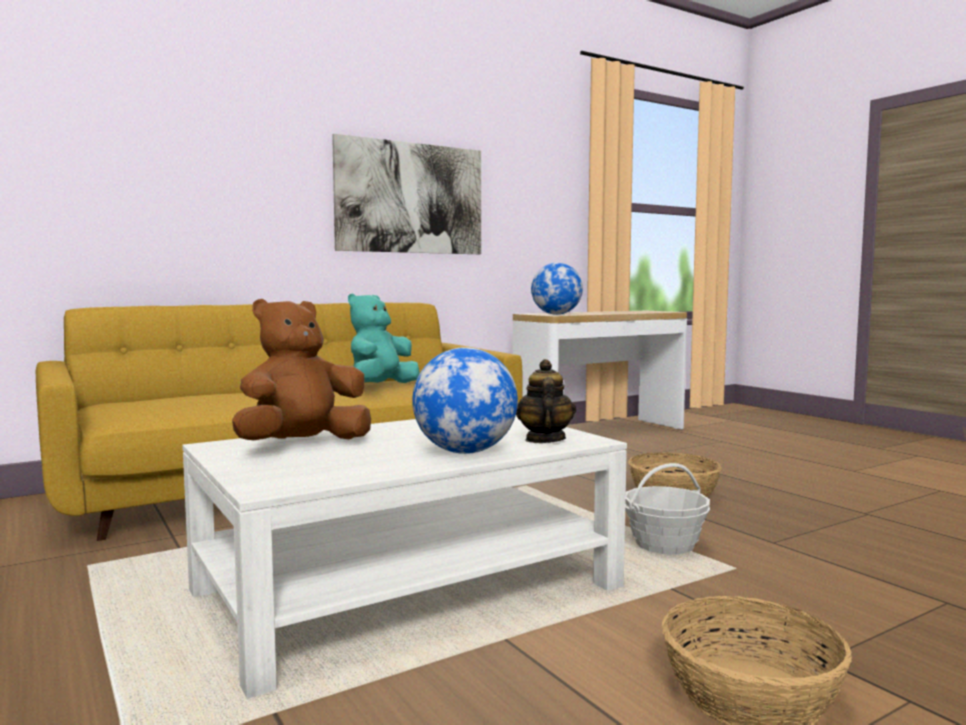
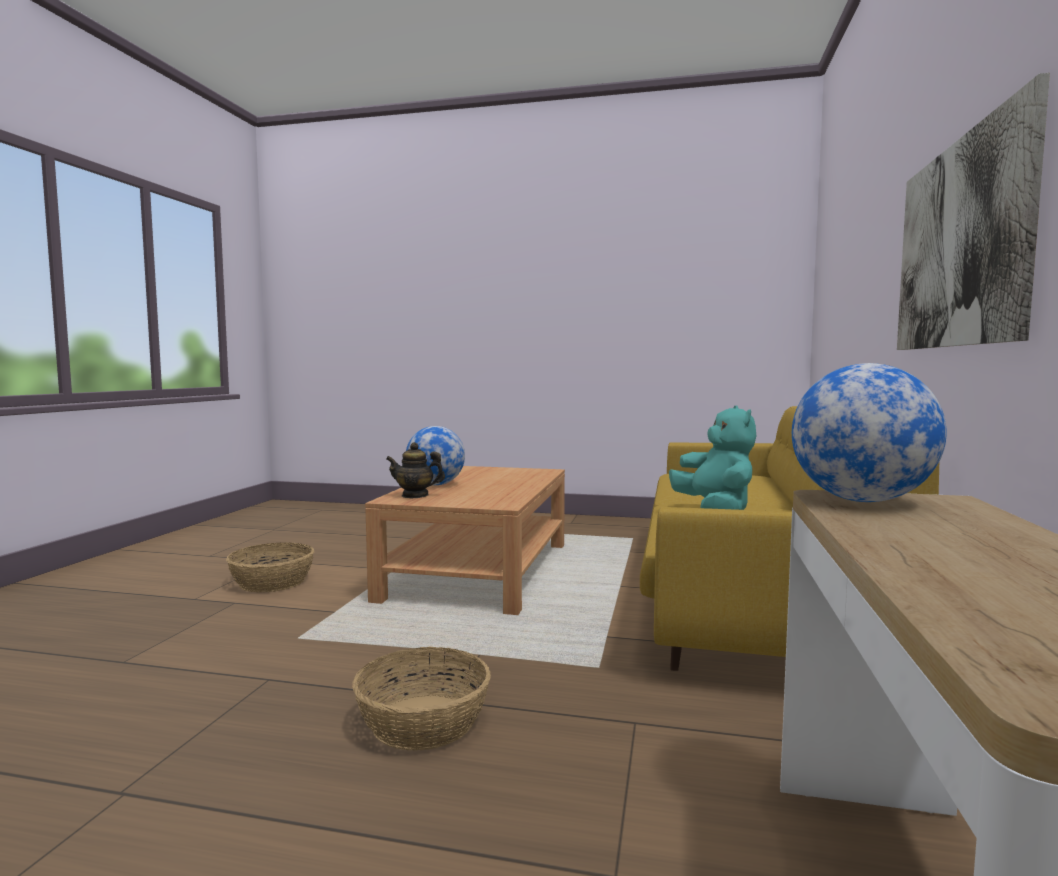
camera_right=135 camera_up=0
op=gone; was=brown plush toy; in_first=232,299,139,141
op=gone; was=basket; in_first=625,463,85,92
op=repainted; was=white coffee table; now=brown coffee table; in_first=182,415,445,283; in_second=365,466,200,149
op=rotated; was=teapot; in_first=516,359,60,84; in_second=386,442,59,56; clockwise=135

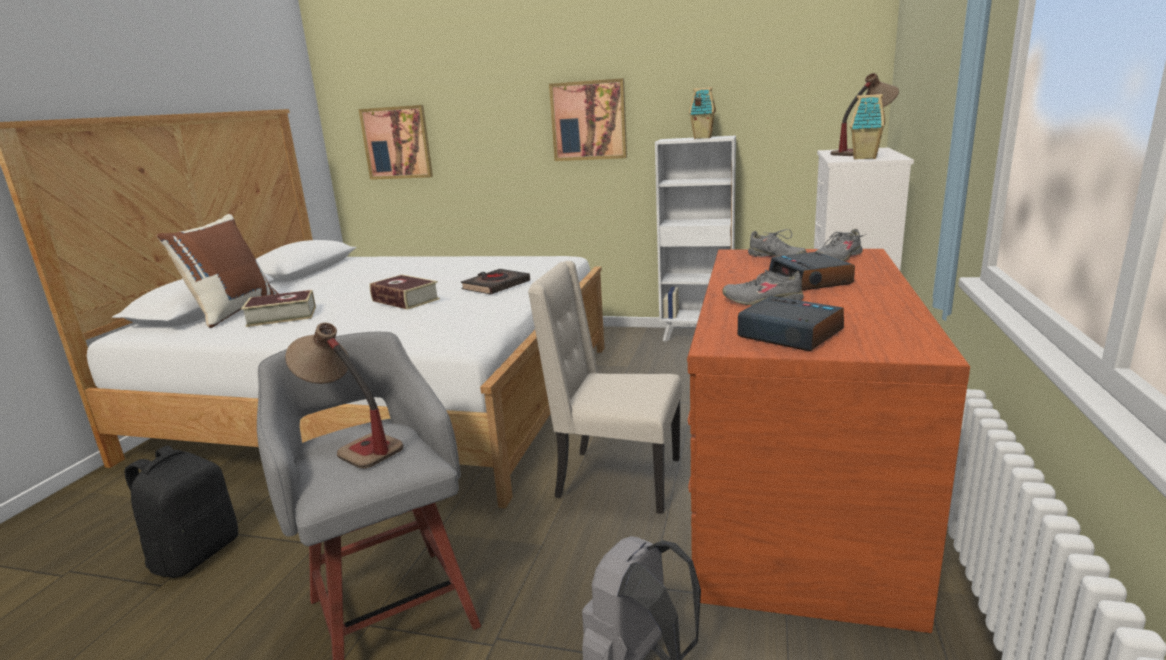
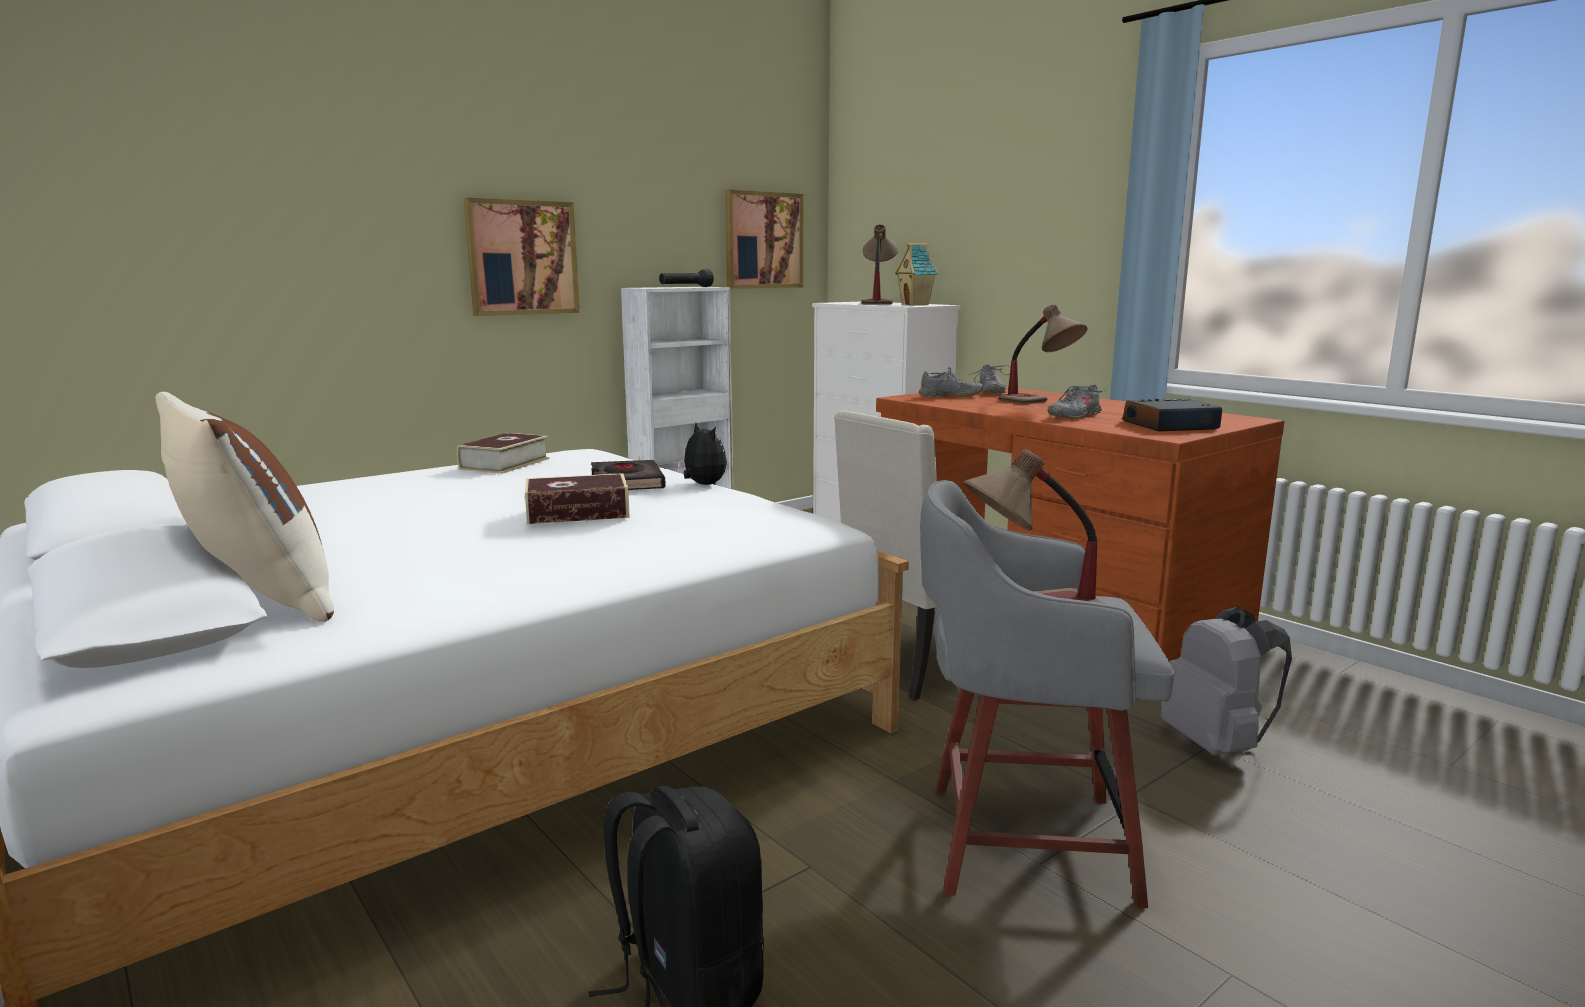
camera_right=-55 camera_up=-5
op=new; now=plush toy; in_second=678,423,49,62
op=shifted; was=book; in_first=241,290,75,37; in_second=457,433,92,41
op=shifted; was=picture; in_first=359,105,74,75; in_second=725,189,78,100
op=swapped; was=toy house; now=black flashlight; in_first=689,87,27,52; in_second=659,270,55,17
op=swapped; was=alarm clock; now=table lamp; in_first=769,252,86,39; in_second=999,304,89,100

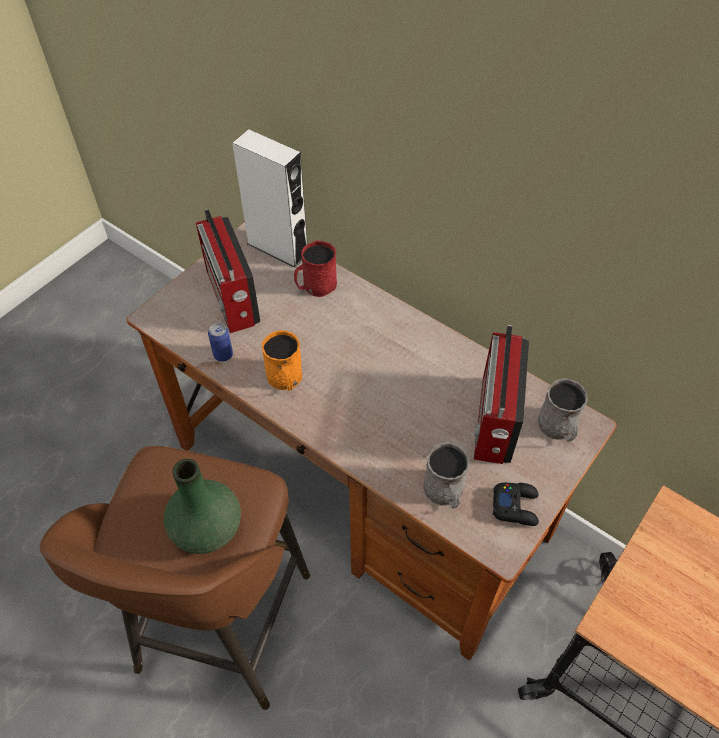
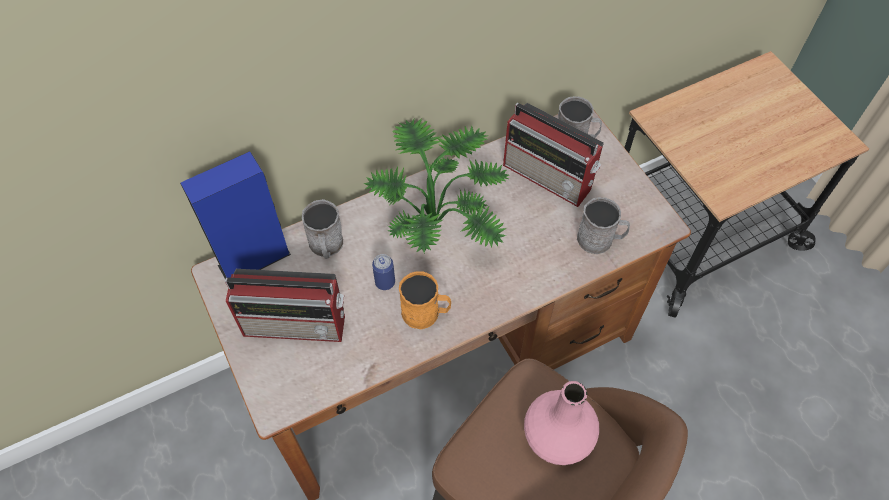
camera_right=-65 camera_up=5
op=gone; was=black game controller; in_first=493,483,46,43
op=new; now=potted plant; in_second=364,118,145,135
op=shifted; was=can; in_first=208,323,25,39; in_second=372,254,23,36
op=repainted; was=green vase; now=pink vase; in_first=164,459,77,95; in_second=524,381,75,84
op=repainted; was=white speaker; now=blue speaker; in_first=232,129,75,139; in_second=180,151,111,129
op=repainted; was=red mug; now=grey mug; in_first=294,240,43,57; in_second=302,199,41,60

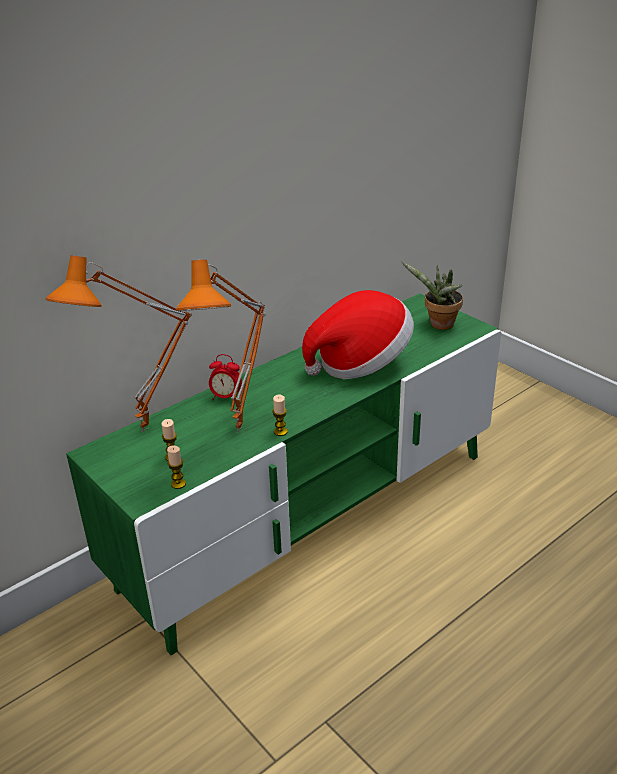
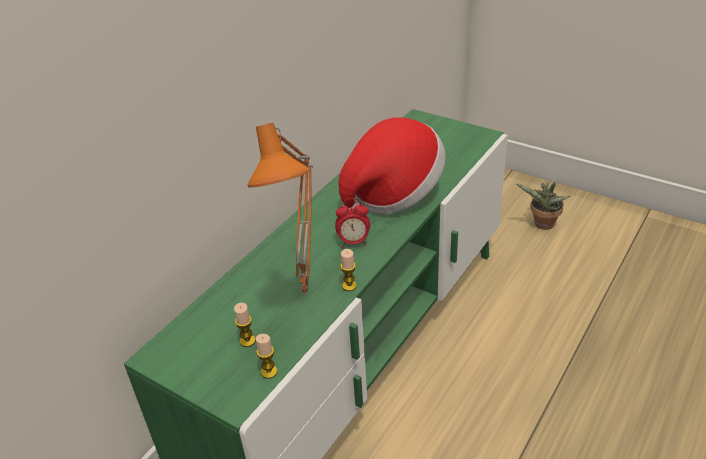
camera_right=-15 camera_up=5
op=gone; was=orange table lamp; in_first=46,255,146,177
op=shifted; was=alarm clock; in_first=209,354,33,46; in_second=335,198,35,50
op=shifted; was=potted plant; in_first=402,262,61,68; in_second=516,182,55,48

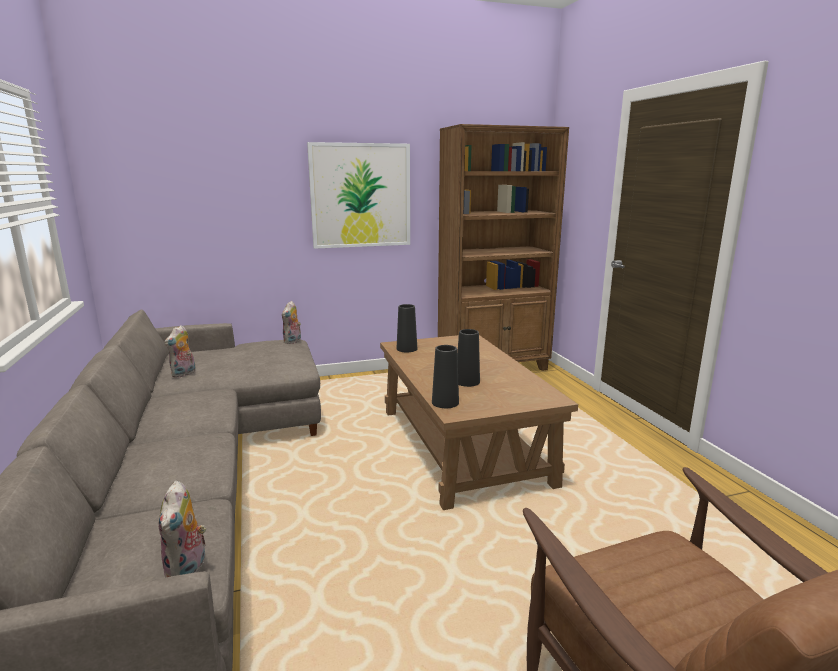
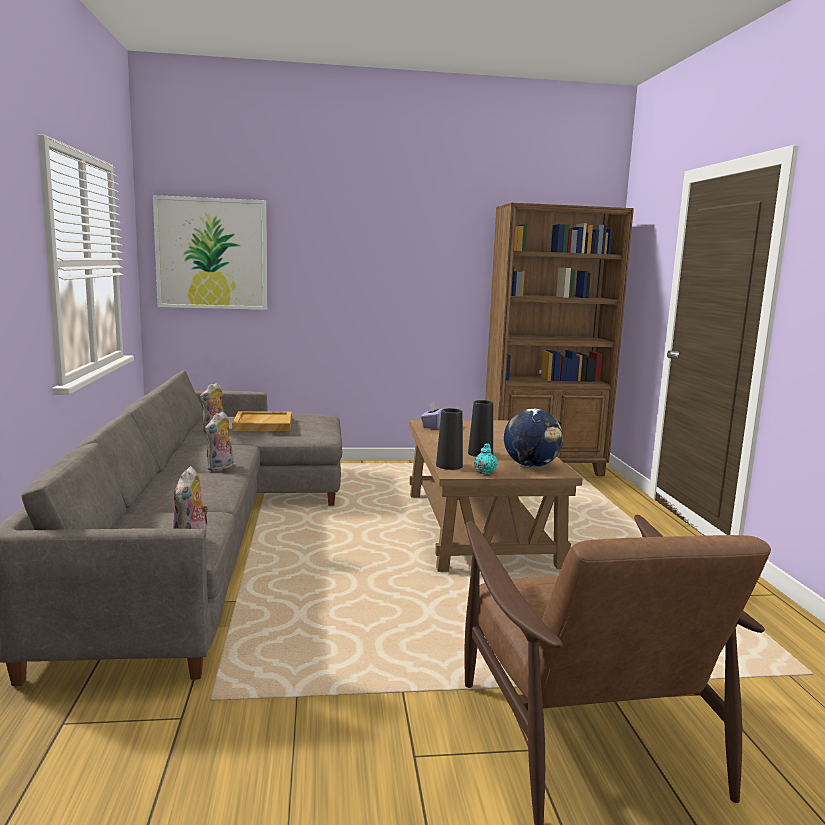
camera_right=10 camera_up=-5
op=new; now=beige tray; in_second=232,411,60,20
op=new; now=turquoise teapot; in_second=474,443,24,32
op=new; now=globe; in_second=504,409,59,58
op=shifted; was=plush toy; in_first=282,301,19,43; in_second=205,411,28,60
op=shifted; was=picture; in_first=307,142,103,107; in_second=153,195,114,115
op=swapped; was=black vase; now=purple tissue box; in_first=397,304,20,48; in_second=421,402,25,27

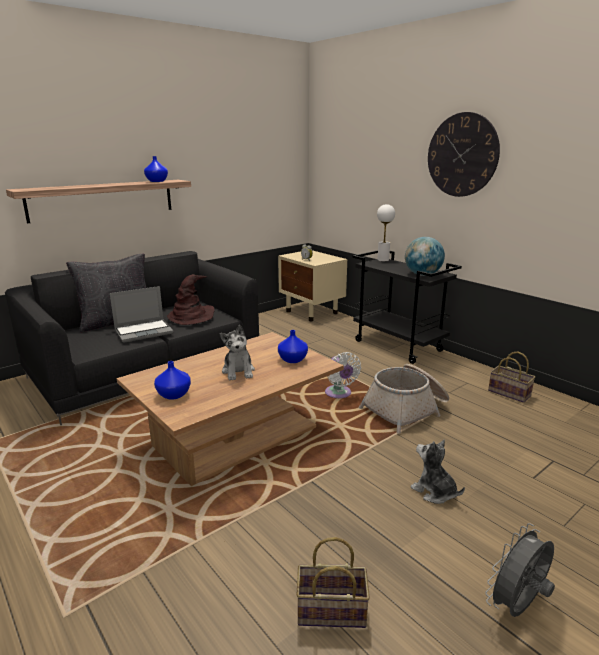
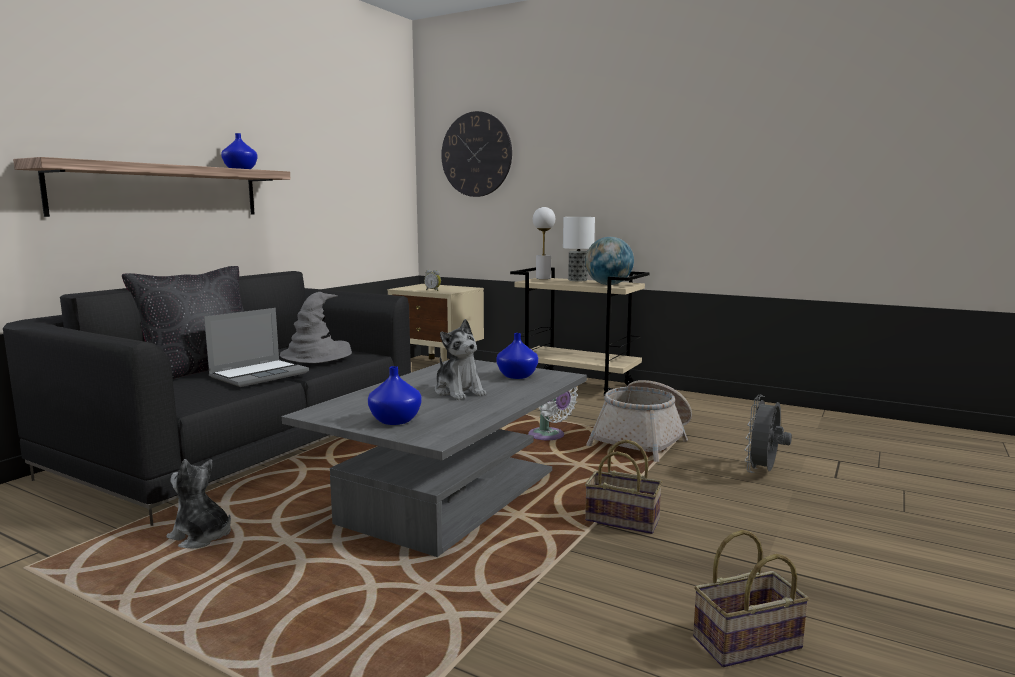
camera_right=-20 camera_up=-10
op=new; now=table lamp; in_second=563,217,32,64
op=shifted; was=plush toy; in_first=411,440,54,64; in_second=166,459,65,89
op=shifted; was=wall clock; in_first=428,112,72,85; in_second=441,111,71,86
op=shifted; was=grey fan; in_first=485,523,70,94; in_second=745,395,47,78
op=shifted; was=basket; in_first=488,352,48,51; in_second=585,440,78,94
op=repainted; was=brown coffee table; now=grey coffee table; in_first=117,332,227,154; in_second=282,360,305,197
op=repainted; was=brown hat; now=grey hat; in_first=167,274,48,51; in_second=280,292,72,71
op=repainted; was=black cart; now=beige cart; in_first=353,250,109,114; in_second=510,267,140,128

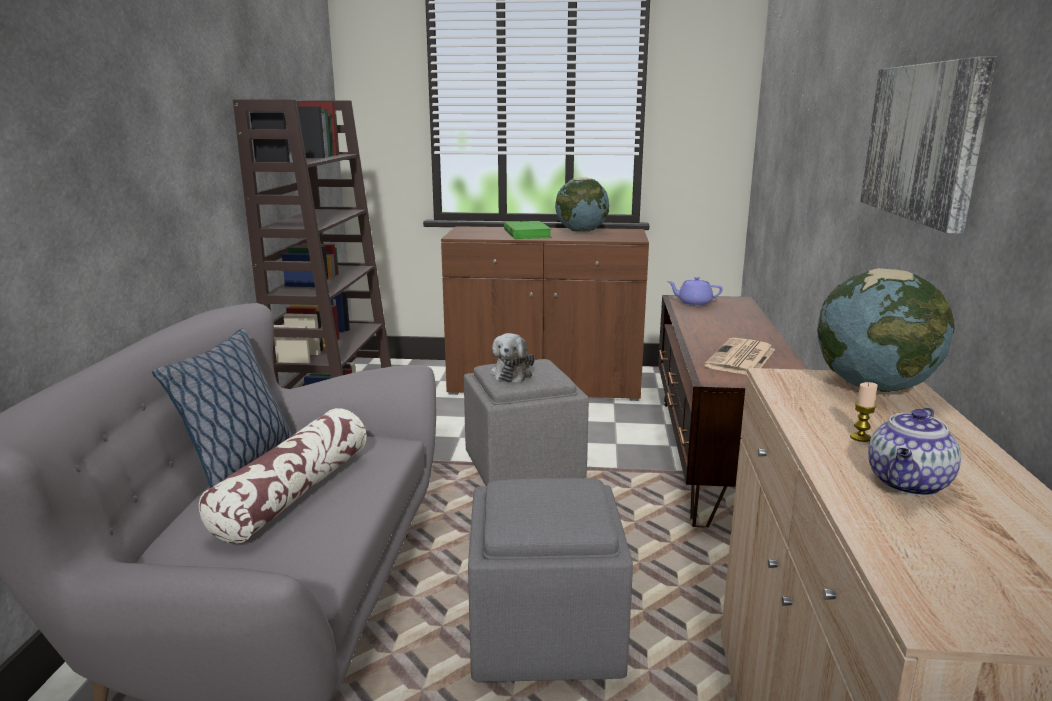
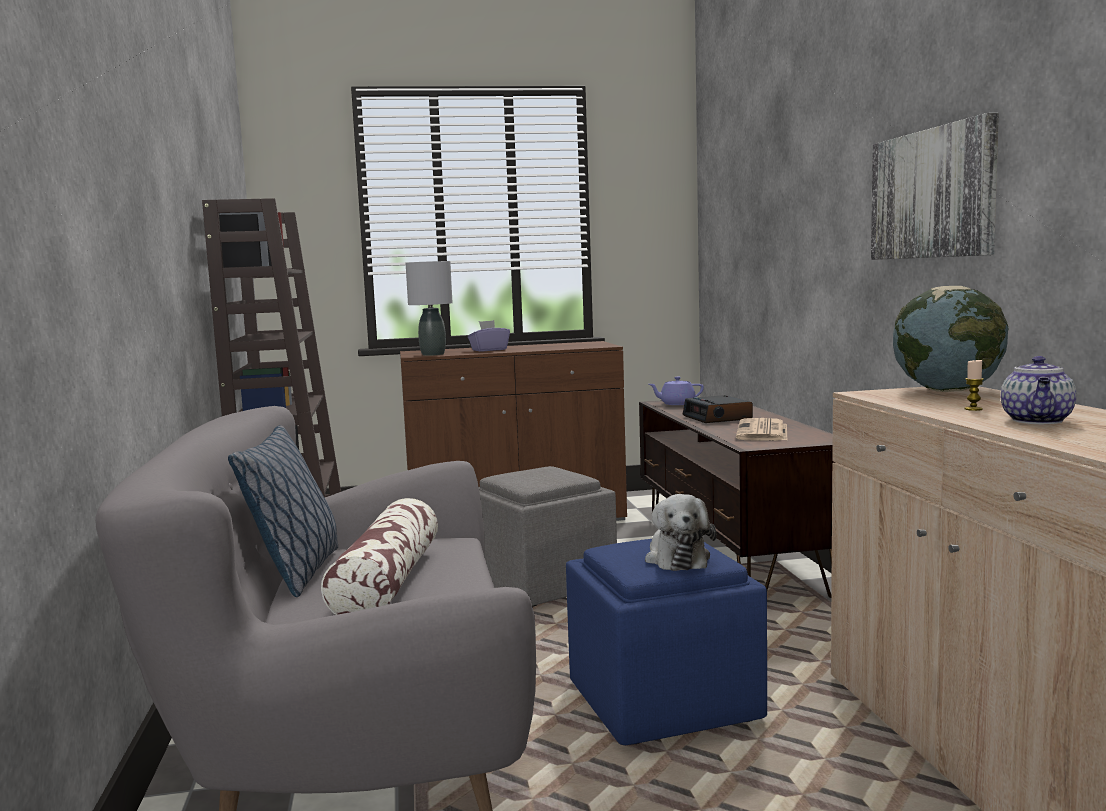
camera_right=-15 camera_up=-10
op=gone; was=globe; in_first=555,177,54,55
op=new; now=grey table lamp; in_second=406,261,47,95
op=new; now=alarm clock; in_second=683,395,70,28
op=shifted; was=plush toy; in_first=490,333,45,50; in_second=645,494,71,77
op=swapped; was=green book; now=purple tissue box; in_first=504,221,48,18; in_second=468,320,42,31
op=repainted; was=grey ottoman; now=blue ottoman; in_first=468,478,165,204; in_second=566,539,201,206

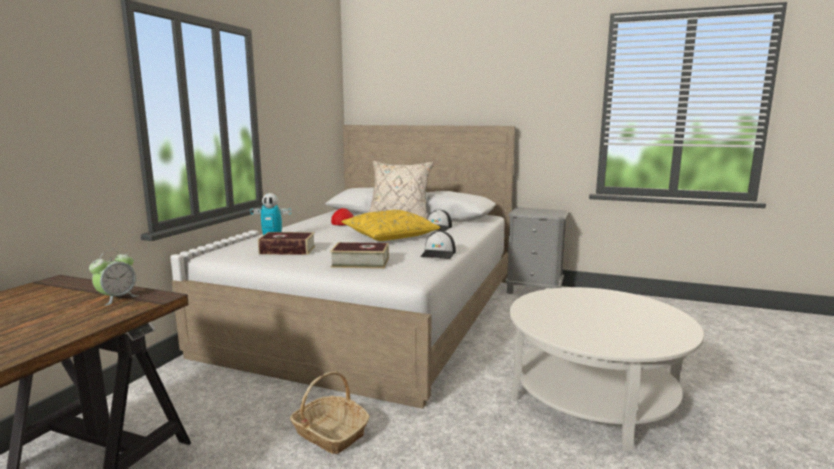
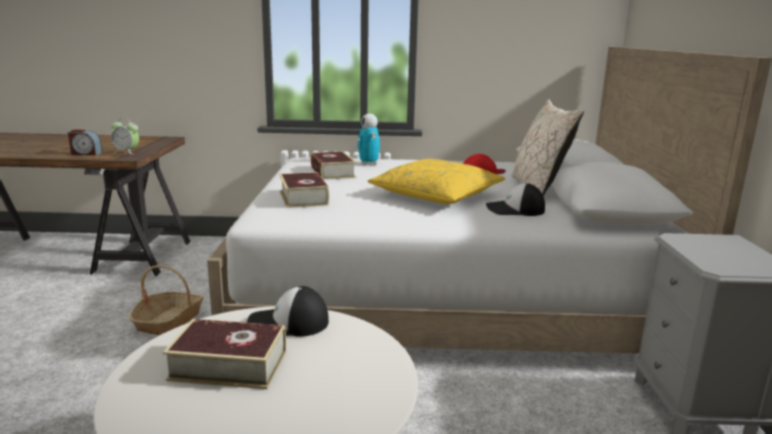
camera_right=70 camera_up=5
op=new; now=alarm clock; in_second=68,130,34,25
op=new; now=book; in_second=163,319,123,70
op=shifted; was=cap; in_first=420,231,36,28; in_second=247,286,82,51

